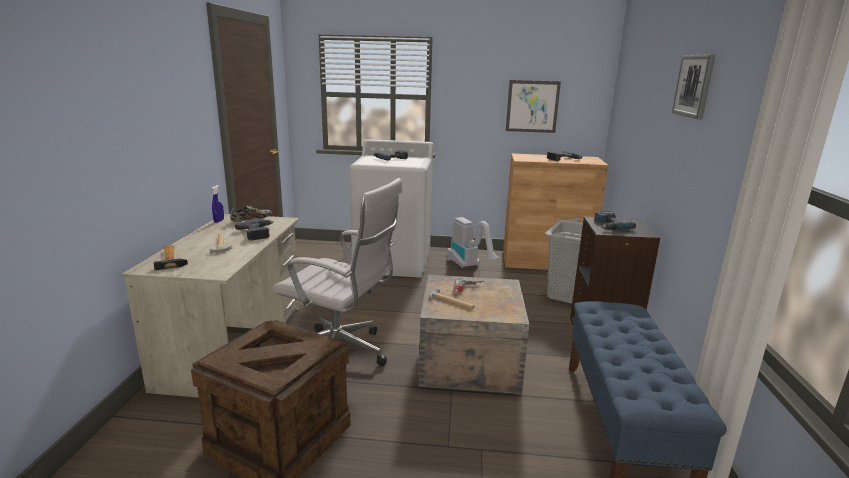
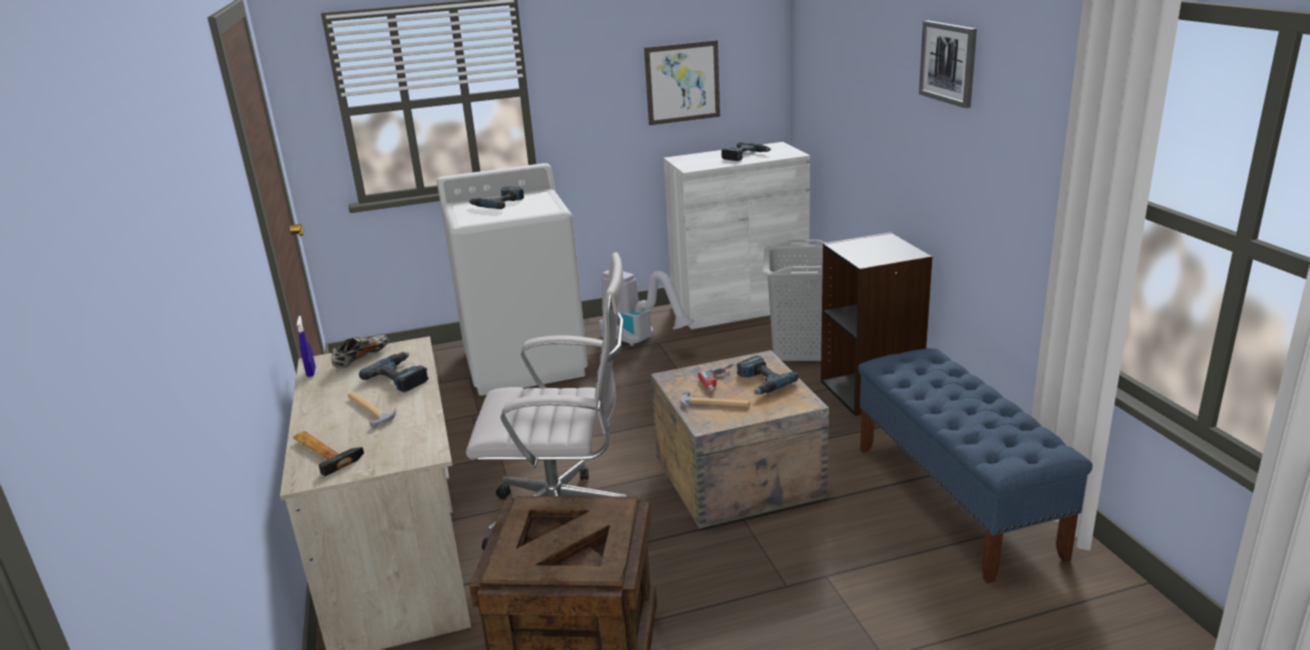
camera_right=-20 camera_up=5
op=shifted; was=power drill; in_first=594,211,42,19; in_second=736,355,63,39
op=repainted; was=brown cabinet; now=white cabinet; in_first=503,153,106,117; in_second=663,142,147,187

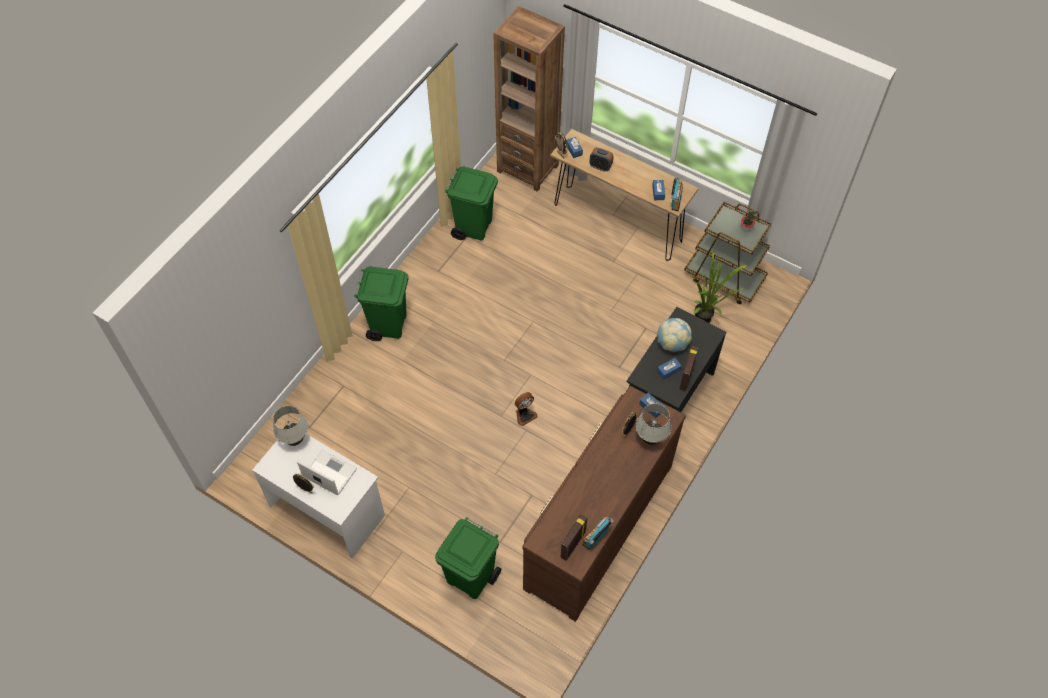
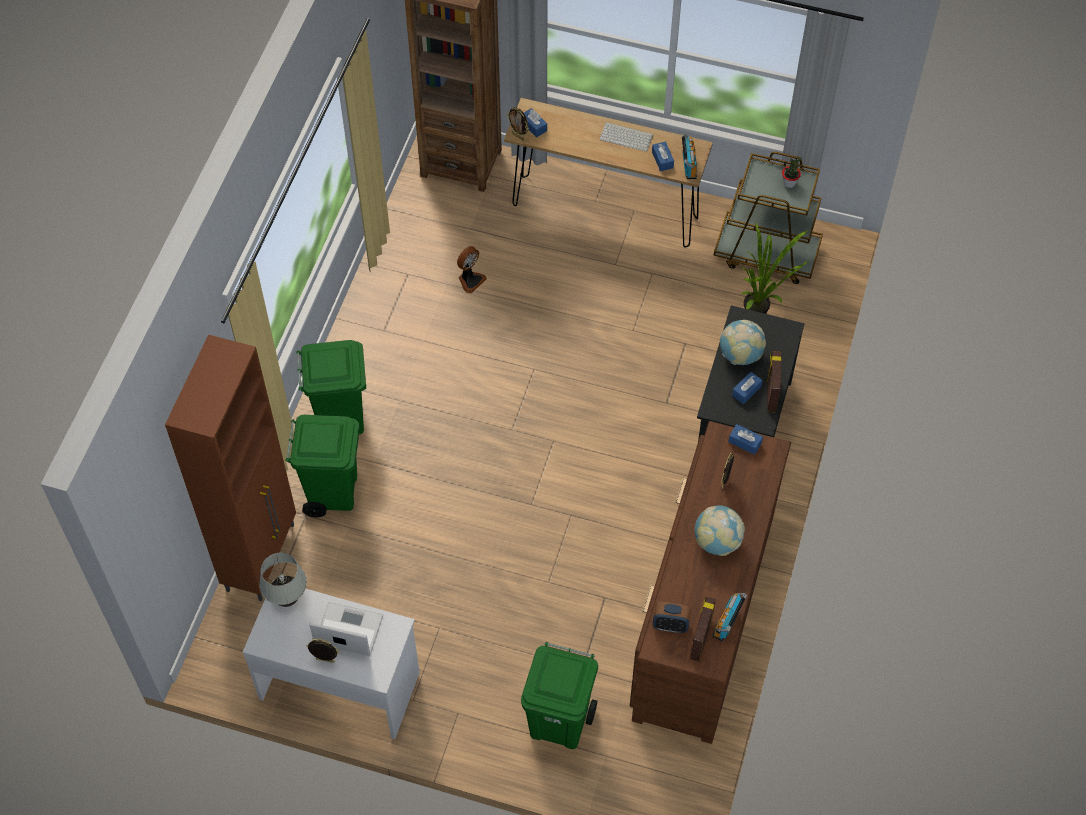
camera_right=-15 camera_up=0
op=gone; was=white table lamp; in_first=636,403,35,42
op=new; now=brown cabinet; in_second=165,334,131,267
op=new; now=keyboard; in_second=599,122,54,30
op=new; now=globe; in_second=694,506,51,50
op=shifted; was=green trash can; in_first=445,166,53,74; in_second=286,415,74,102
op=shifted; was=fan; in_first=515,392,22,34; in_second=457,246,30,47
op=shifted; was=alarm clock; in_first=589,147,25,25; in_second=653,602,38,31

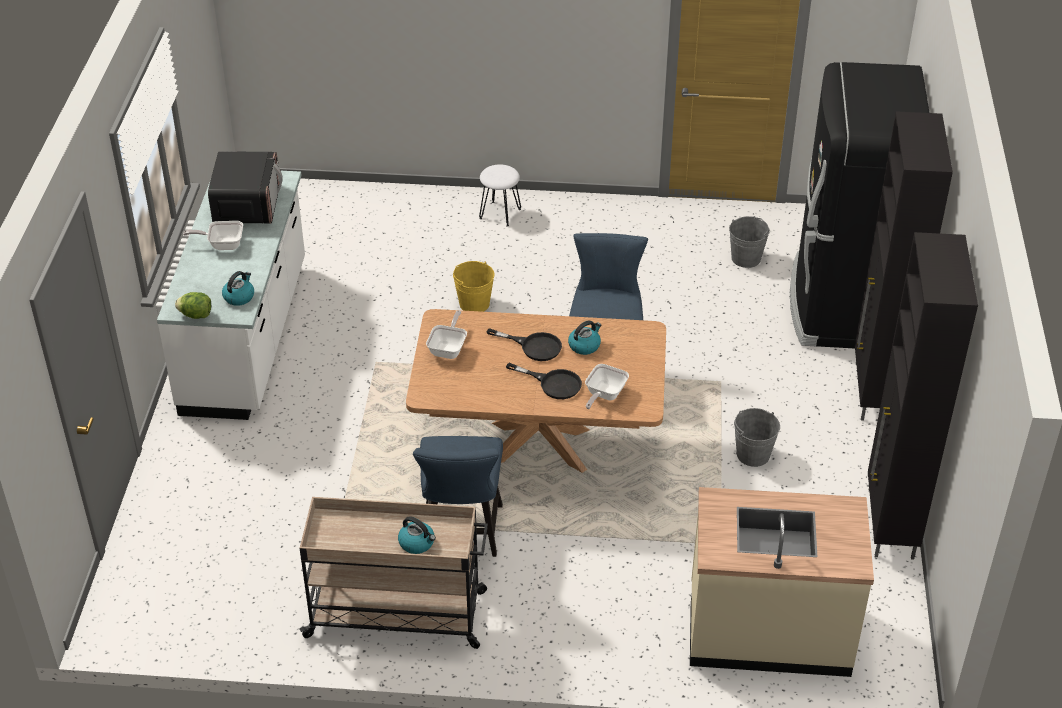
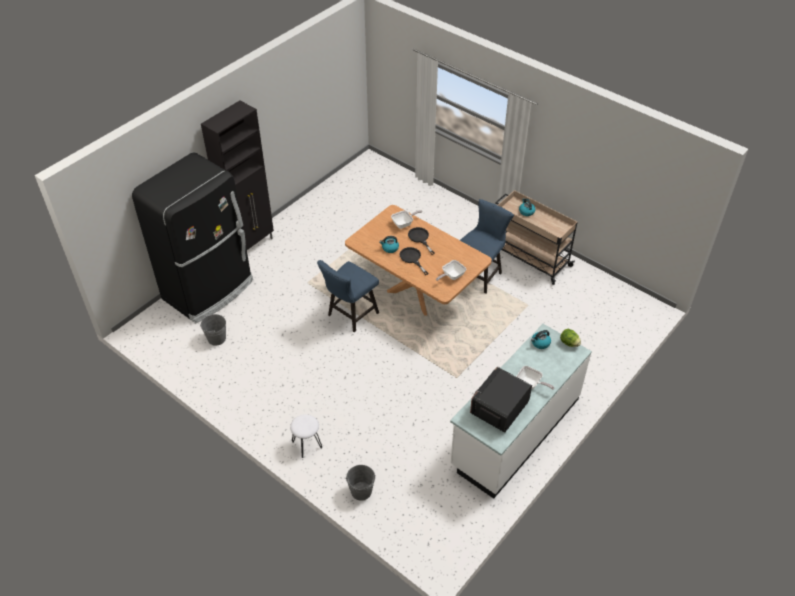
camera_right=-145 camera_up=5
op=gone; was=yellow bucket; in_first=453,261,42,51
op=gone; was=beige counter; in_first=690,487,184,190
op=gone; was=black cabinet; in_first=868,232,110,328
op=shifted; was=grey bucket; in_first=734,408,46,59; in_second=346,465,30,36

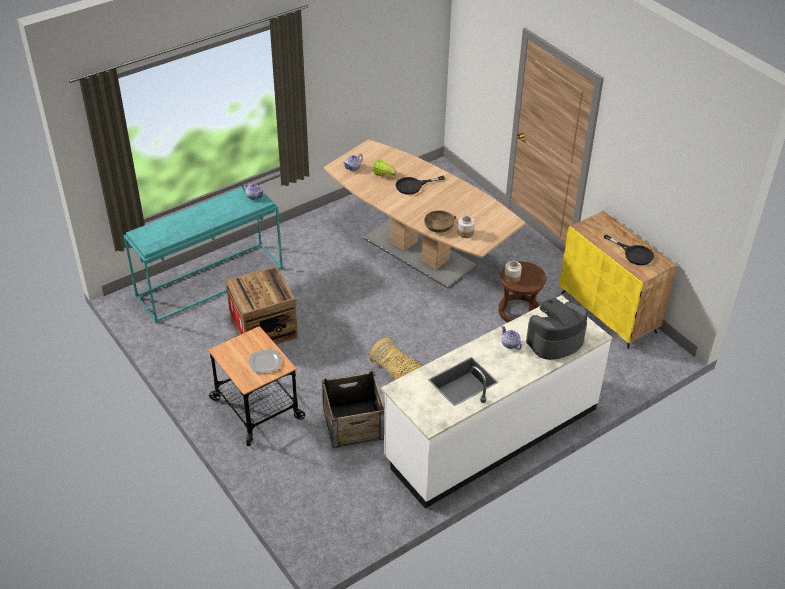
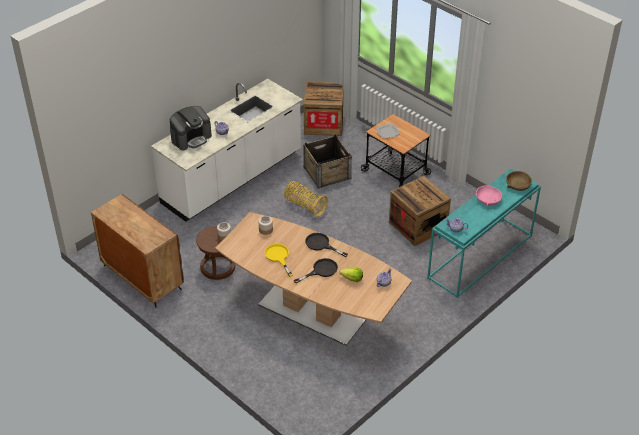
camera_right=170 camera_up=0
op=new; now=yellow frying pan; in_second=265,244,28,33
op=new; now=crate; in_second=304,82,39,54
op=new; now=pink bowl; in_second=476,185,26,22
op=shifted; was=brown bowl; in_first=424,210,32,23; in_second=506,171,26,20
op=shifted; was=black frying pan; in_first=604,234,50,31; in_second=305,233,43,24
op=repainted; was=yellow cabinet; now=brown cabinet; in_first=560,211,117,138; in_second=91,194,93,114

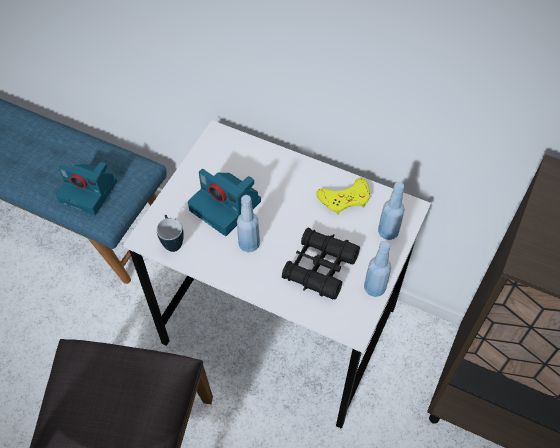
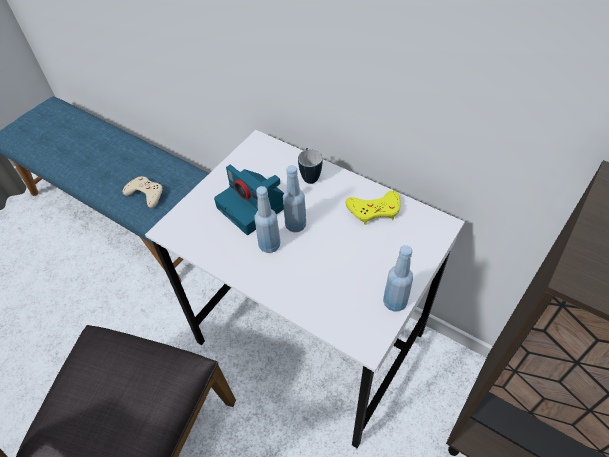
camera_right=10 camera_up=-5
op=gone; was=black binoculars; in_first=282,228,78,72
op=shifted; was=mug; in_first=156,215,28,37; in_second=298,148,25,36
op=shifted; was=blue bottle; in_first=378,182,27,58; in_second=283,165,23,67
op=swapped; was=photo camera; now=beige game controller; in_first=56,162,61,53; in_second=123,176,40,32

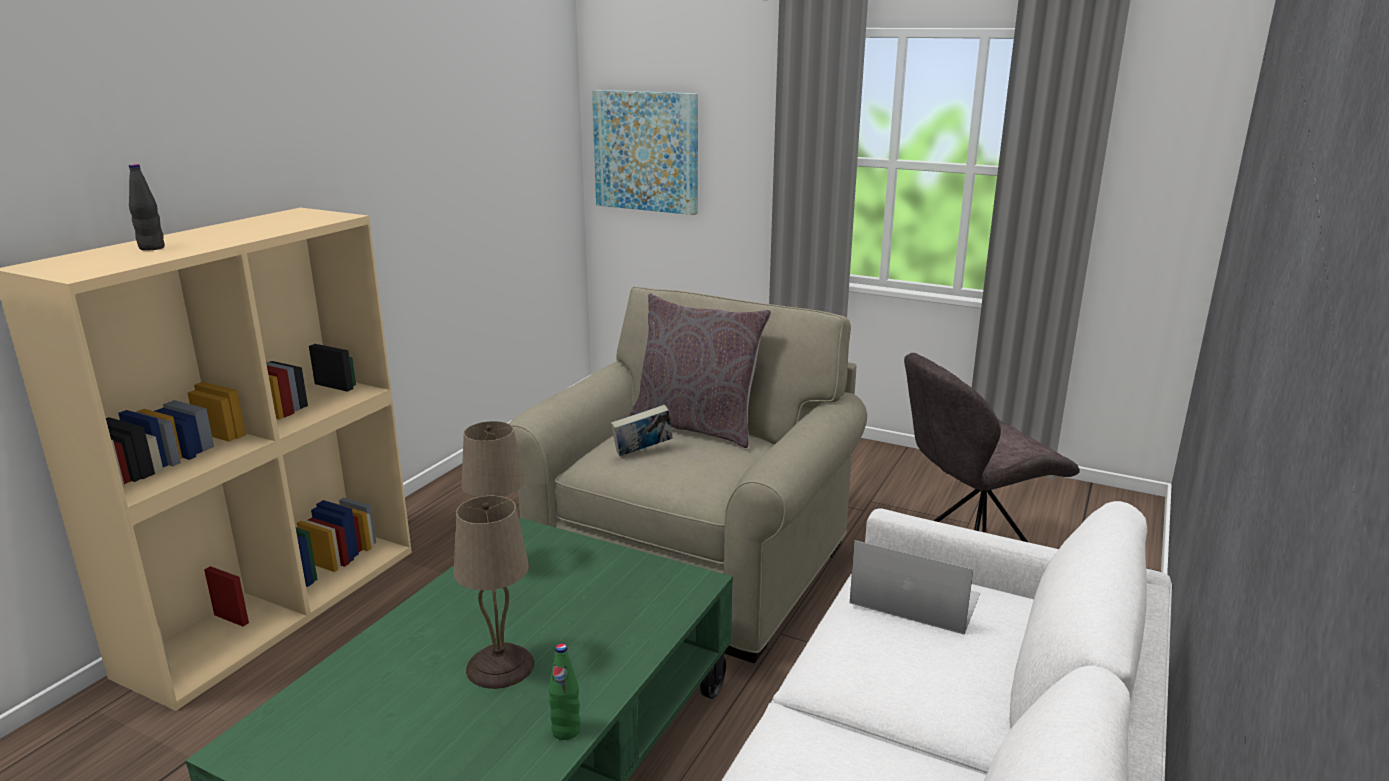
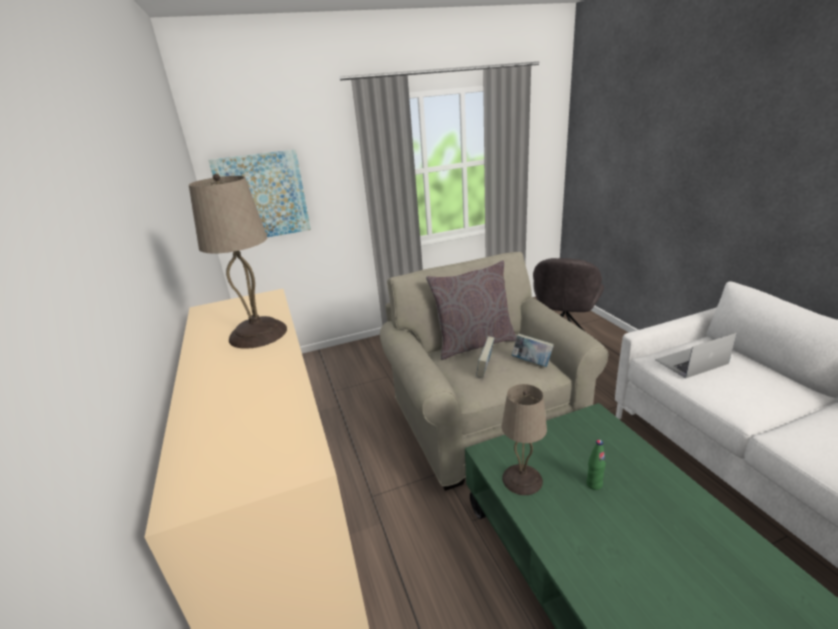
camera_right=-45 camera_up=5
op=gone; was=black bottle; in_first=129,164,36,87
op=new; now=book; in_second=512,333,42,34
op=shifted; was=beige table lamp; in_first=454,496,80,193; in_second=189,174,98,175
op=shifted; was=green bottle; in_first=548,644,33,96; in_second=586,440,20,50

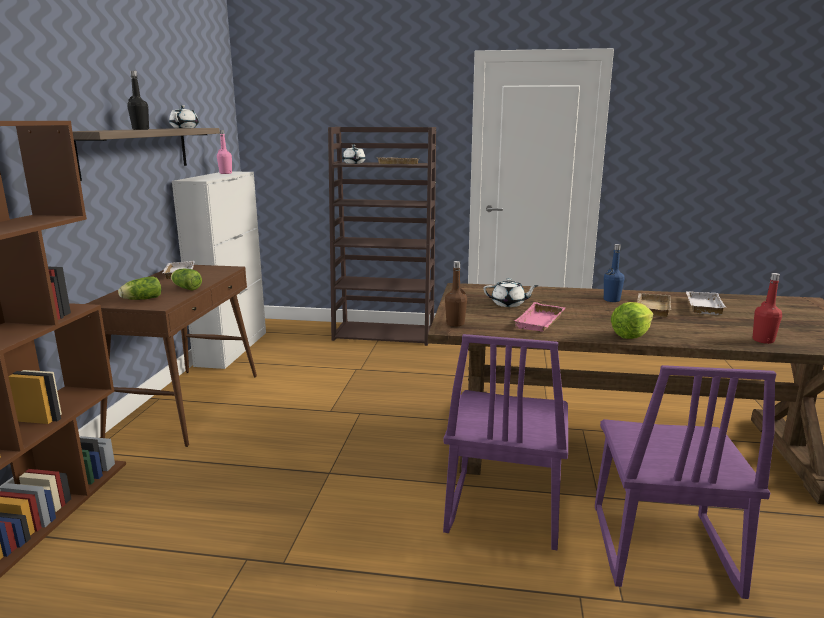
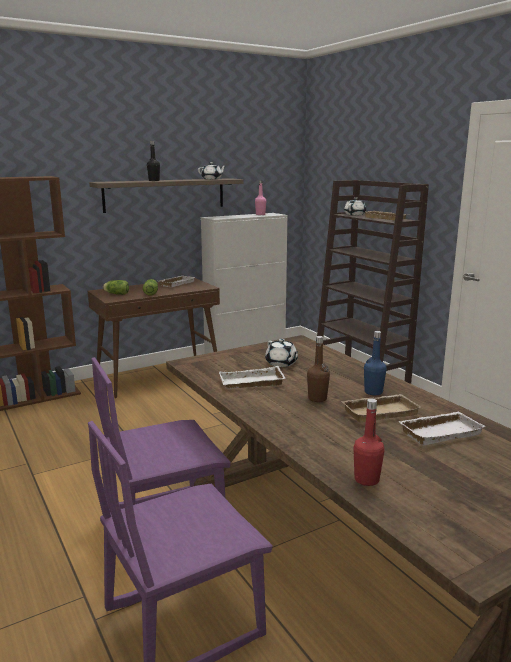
camera_right=50 camera_up=0
op=gone; was=lettuce; in_first=611,302,42,37
op=shifted; was=brown bottle; in_first=445,261,22,66; in_second=307,336,23,66
op=repainted; was=pink tray; now=white tray; in_first=514,302,51,30; in_second=219,366,66,23

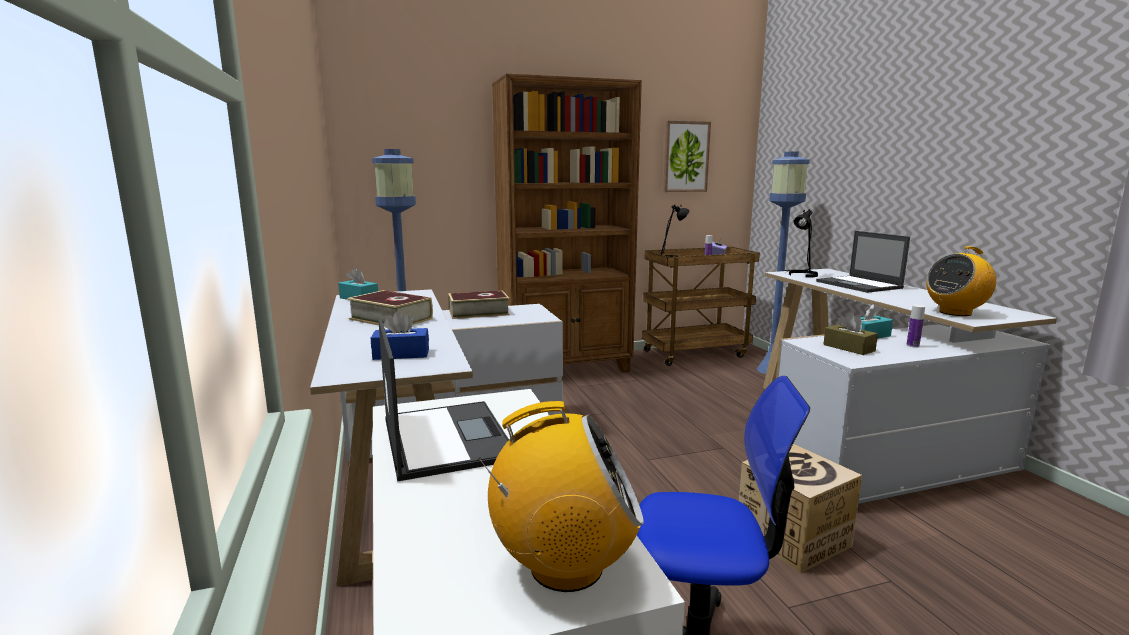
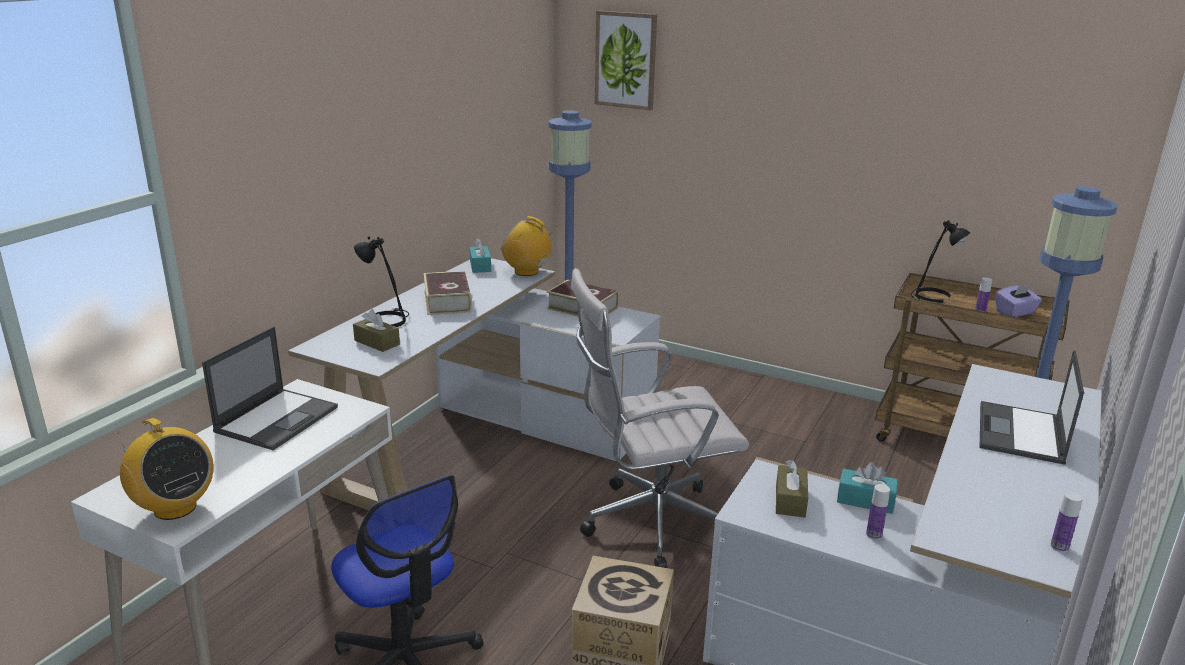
camera_right=45 camera_up=10
op=gone; was=brown bookcase; in_first=492,74,150,298
op=new; now=white office chair; in_second=570,268,179,300
op=new; now=bottle; in_second=1050,492,33,61
op=shifted; was=picture; in_first=663,121,48,71; in_second=595,11,62,100
op=shifted; was=black table lamp; in_first=785,209,33,69; in_second=354,236,55,91
op=shifted; was=radio; in_first=926,246,70,70; in_second=501,216,56,60
op=repainted; was=blue tissue box; now=brown tissue box; in_first=371,311,58,49; in_second=353,309,47,43

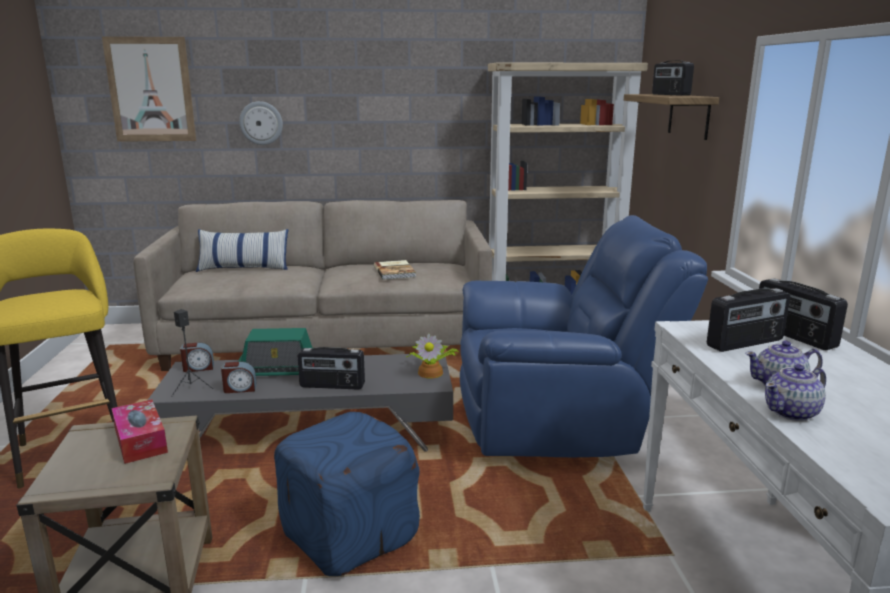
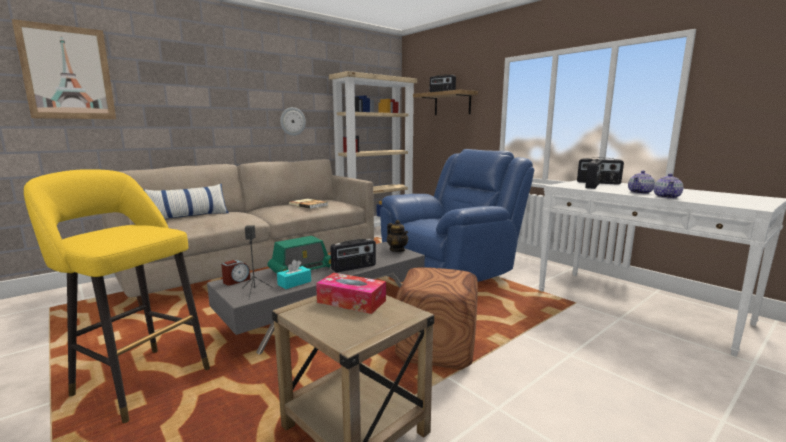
camera_right=-35 camera_up=-5
op=shifted; was=wall clock; in_first=239,101,44,44; in_second=280,107,26,29
op=swapped; was=alarm clock; now=turquoise tissue box; in_first=221,361,36,32; in_second=277,260,34,29
op=swapped; was=potted plant; now=teapot; in_first=406,333,53,45; in_second=387,220,21,32
op=repainted; was=blue ottoman; now=brown ottoman; in_first=274,412,146,164; in_second=395,267,83,103

